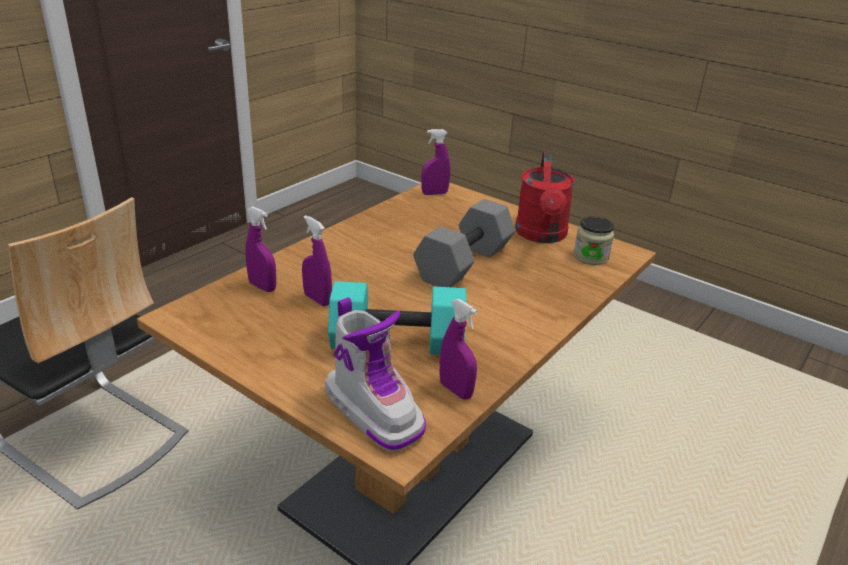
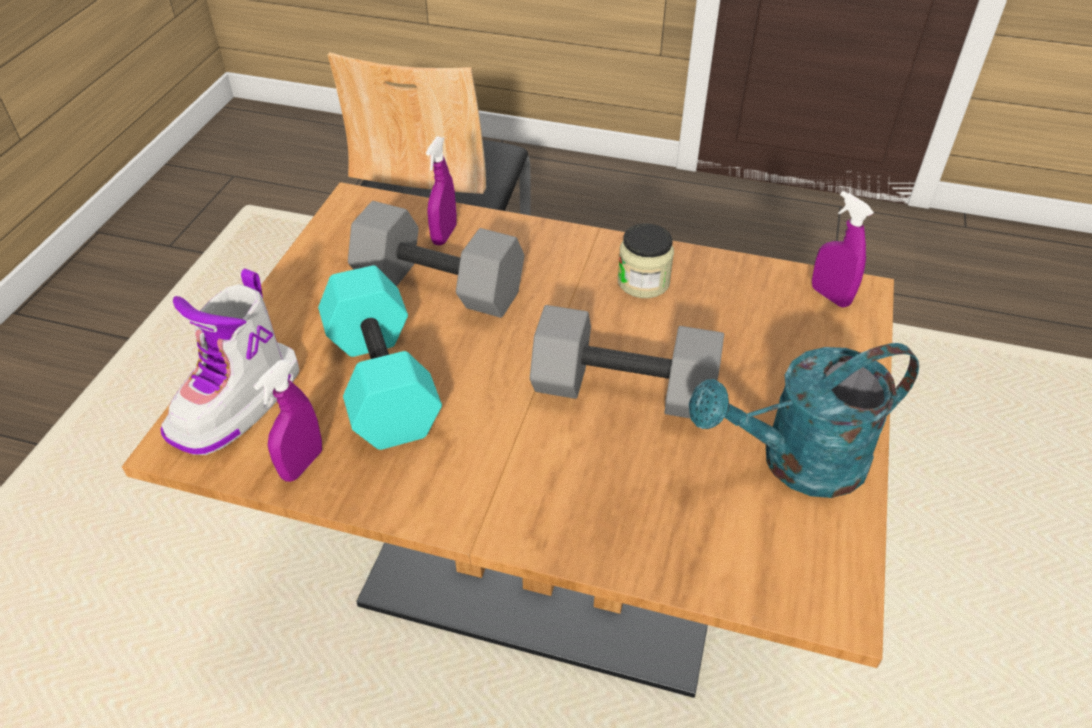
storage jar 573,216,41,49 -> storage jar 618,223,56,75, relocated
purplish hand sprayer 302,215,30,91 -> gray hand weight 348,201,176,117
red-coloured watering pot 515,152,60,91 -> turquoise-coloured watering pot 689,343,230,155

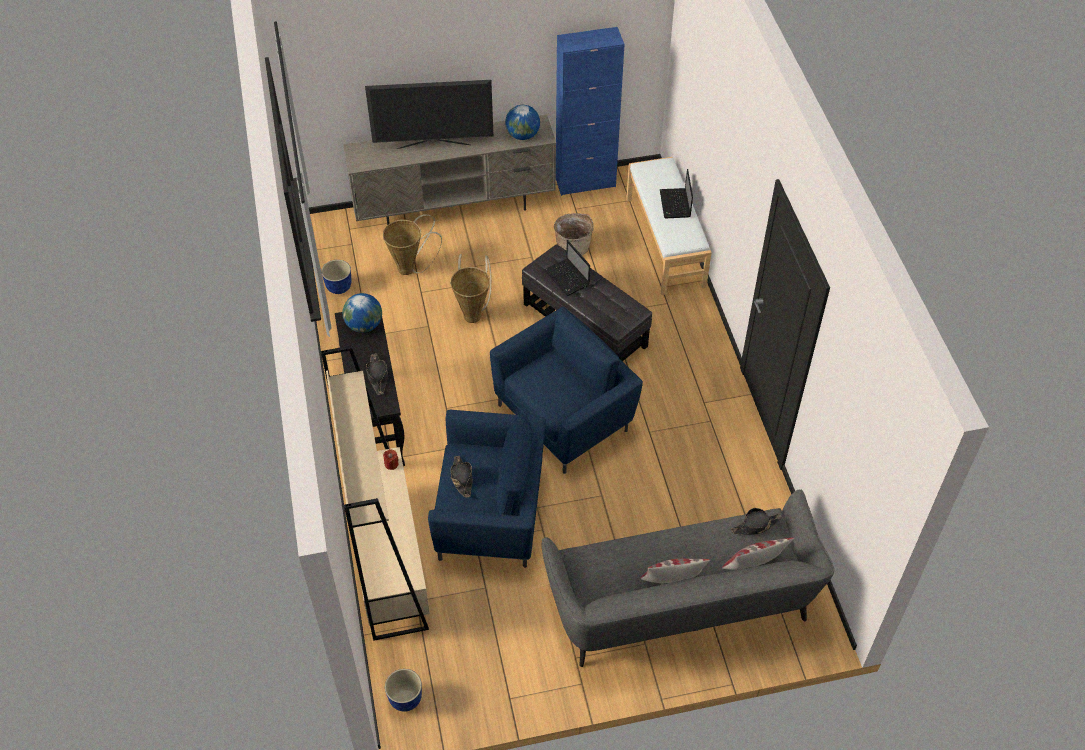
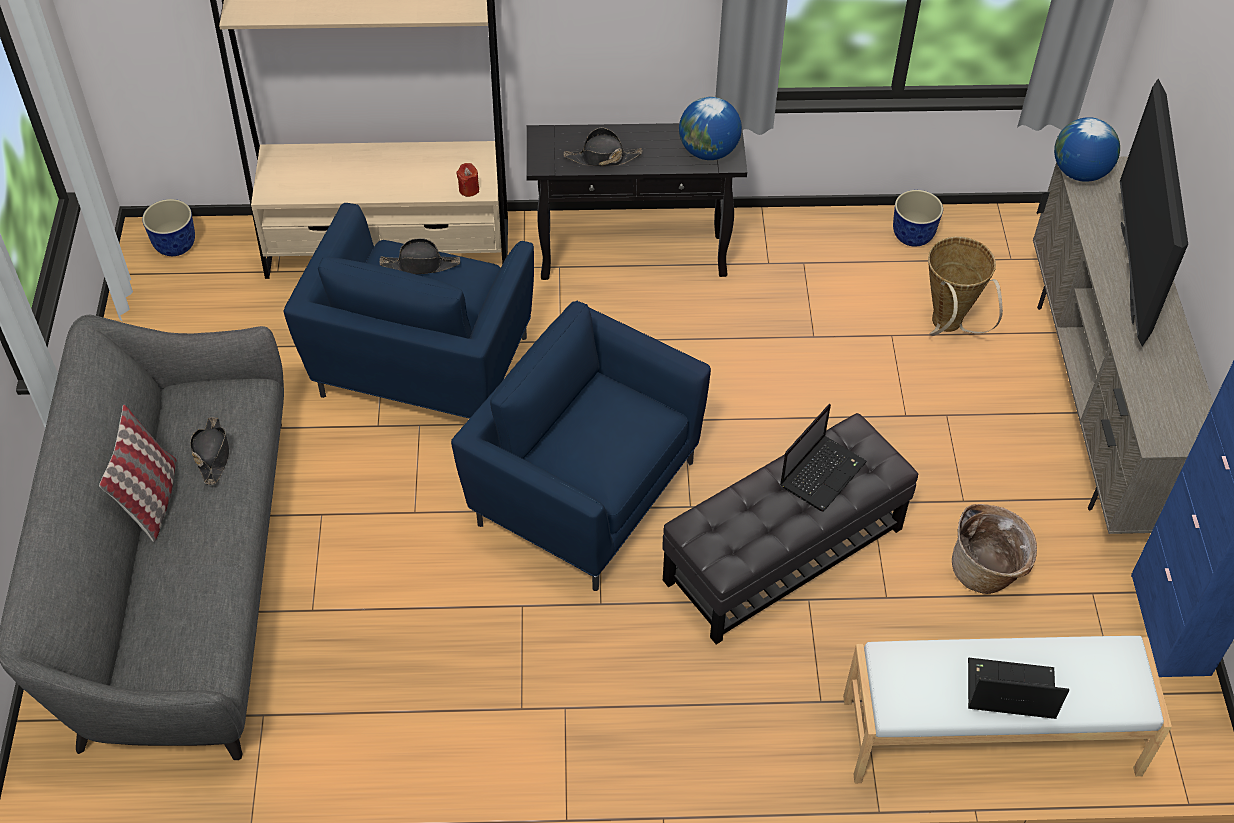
storage basket 450,254,42,69 -> none
pillow 722,538,72,32 -> none
globe 505,105,35,35 -> globe 1054,117,66,65, relocated
blackish hat 731,508,51,27 -> blackish hat 190,417,39,68, relocated
blue lounge chair 490,307,153,167 -> blue lounge chair 451,301,260,290, 150 degrees clockwise
laptop 544,240,46,56 -> laptop 780,404,87,108, 150 degrees clockwise

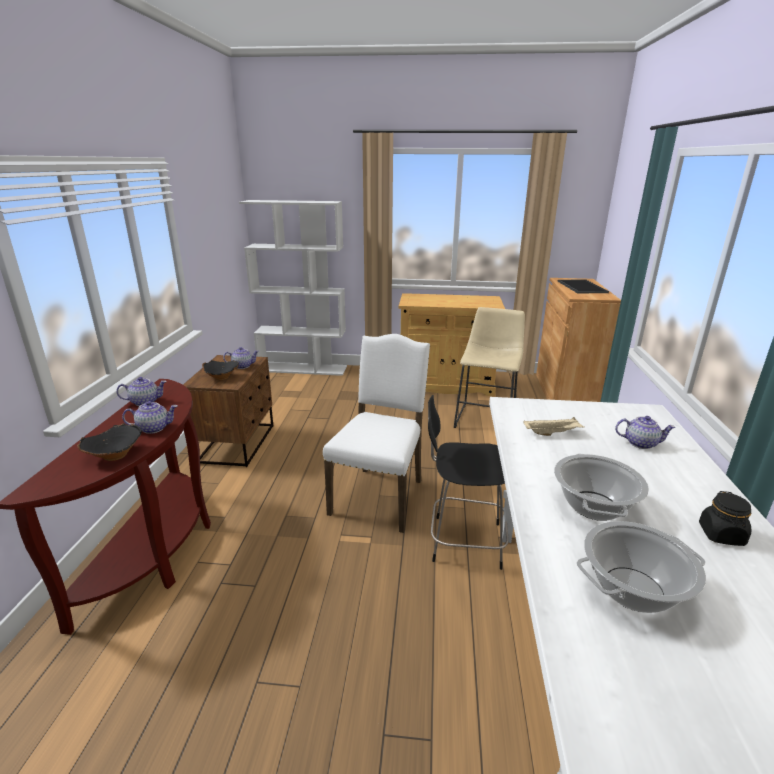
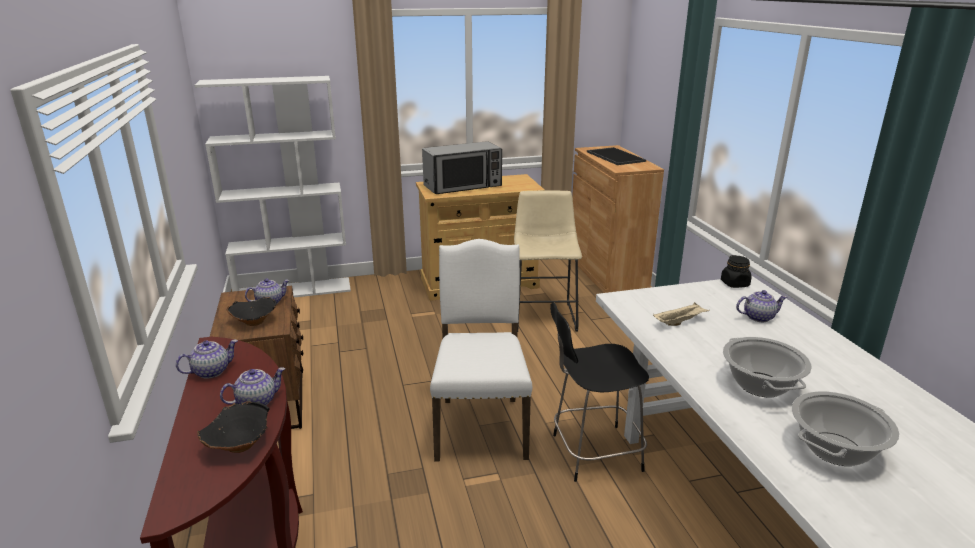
none -> microwave oven 422,141,80,53
blackish storage jar 699,491,52,55 -> blackish storage jar 721,255,31,33, relocated

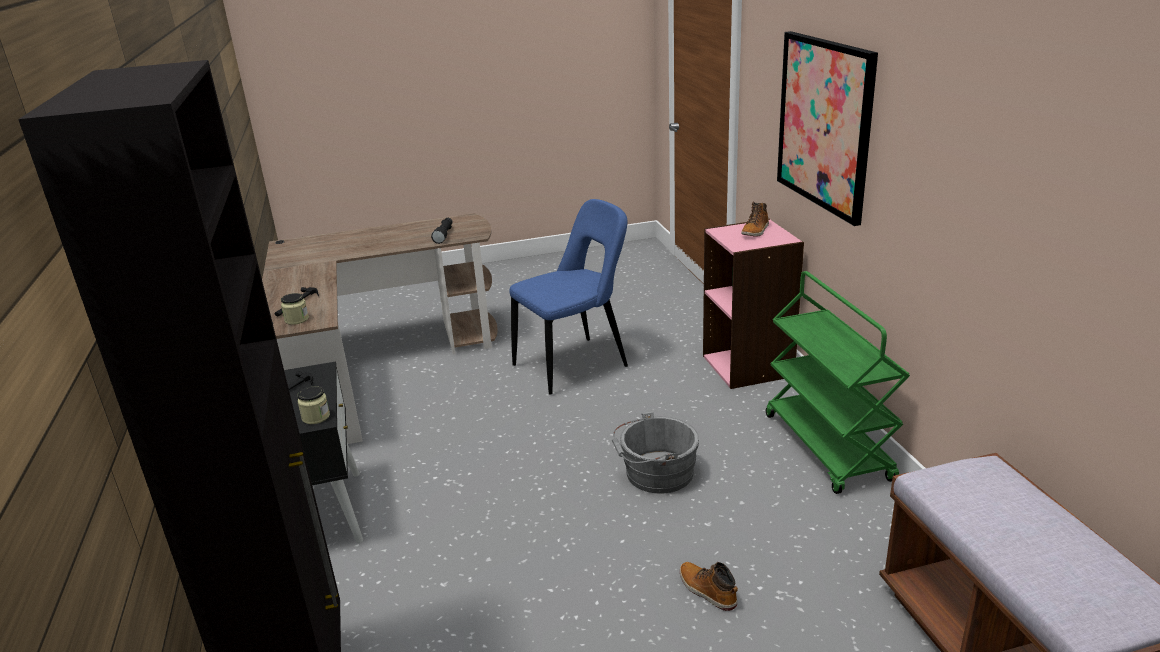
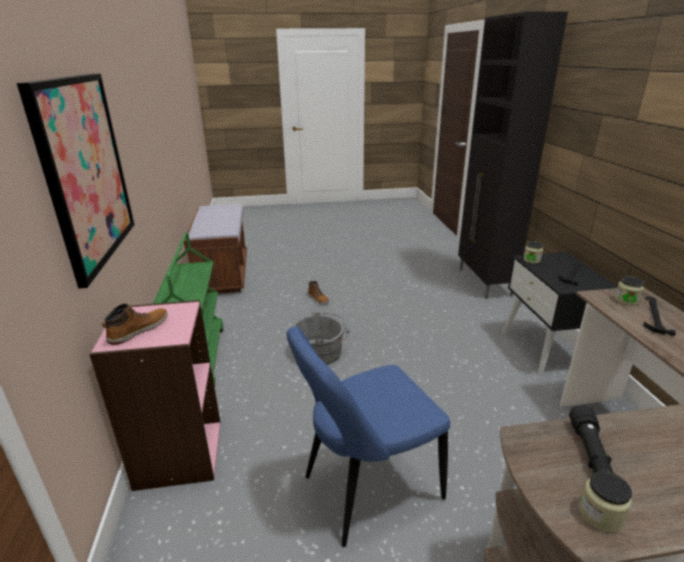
none -> storage jar 579,471,53,62

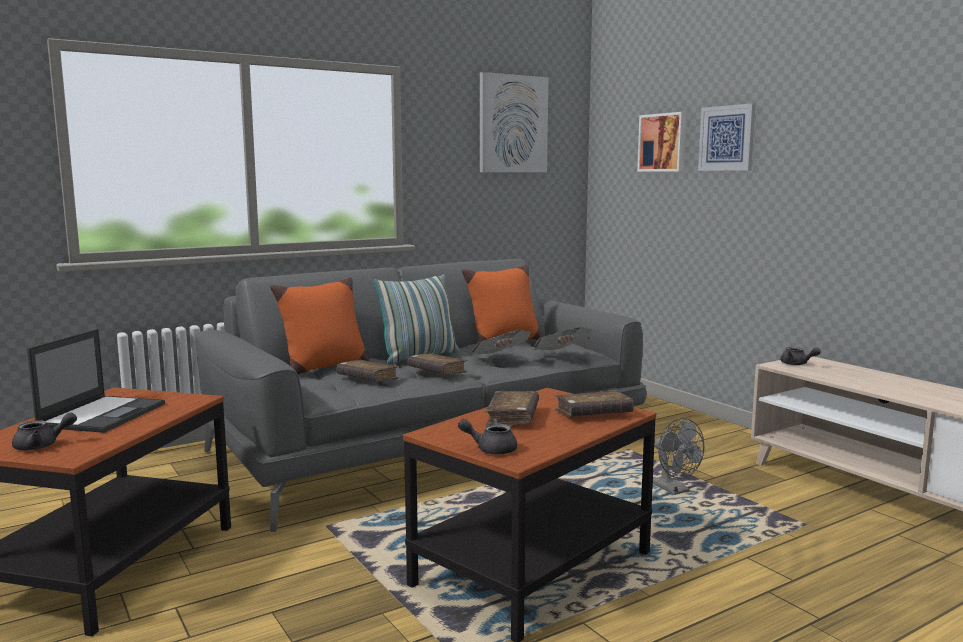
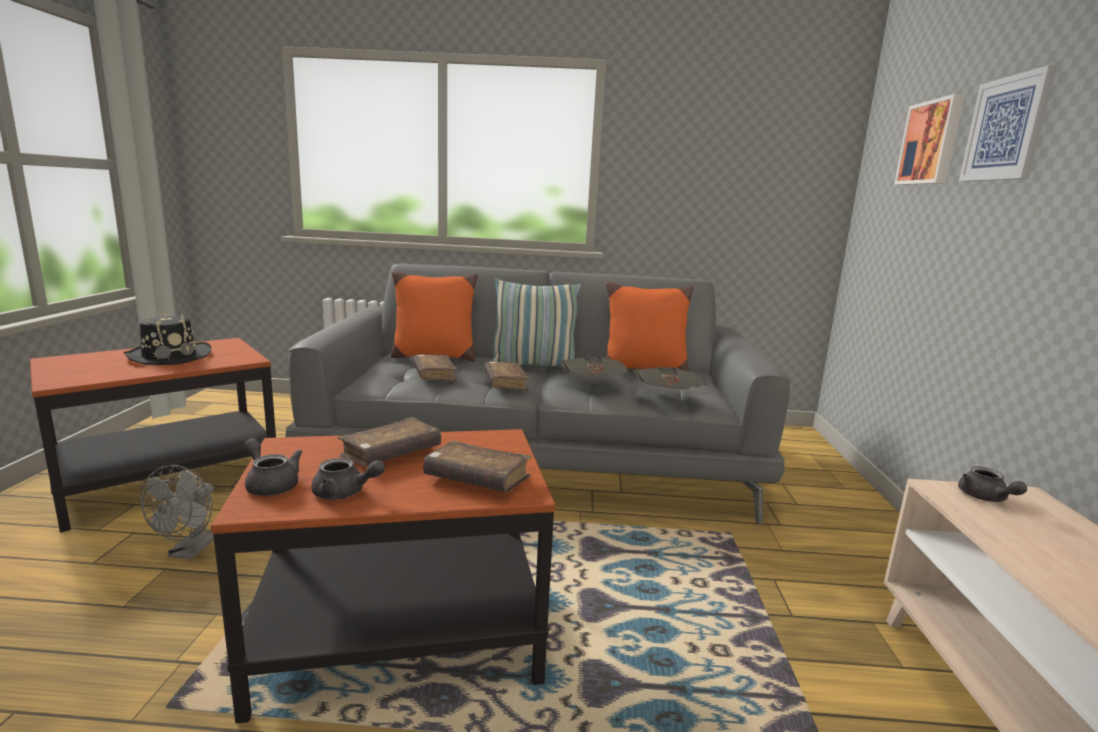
wall picture 480,72,68,100 -> none
gray pot for tea 12,412,65,39 -> gray pot for tea 311,458,74,42, relocated
gray electric fan 653,418,51,77 -> gray electric fan 140,465,74,95, relocated
laptop 27,329,138,104 -> blackish hat 124,312,88,53

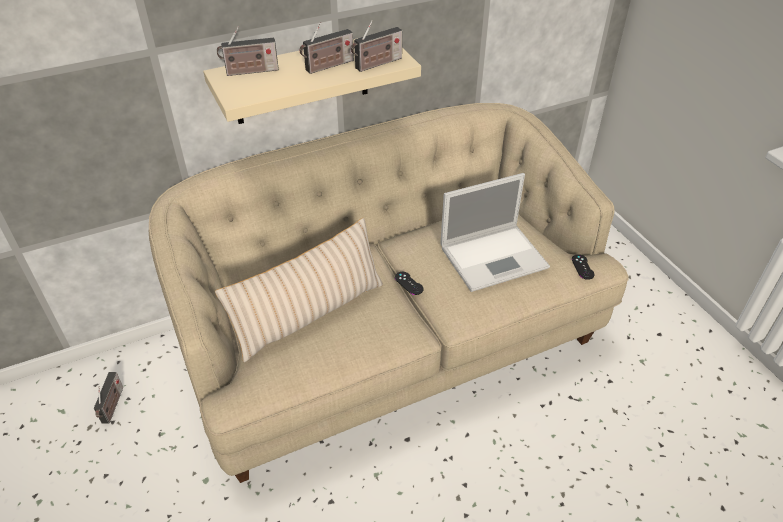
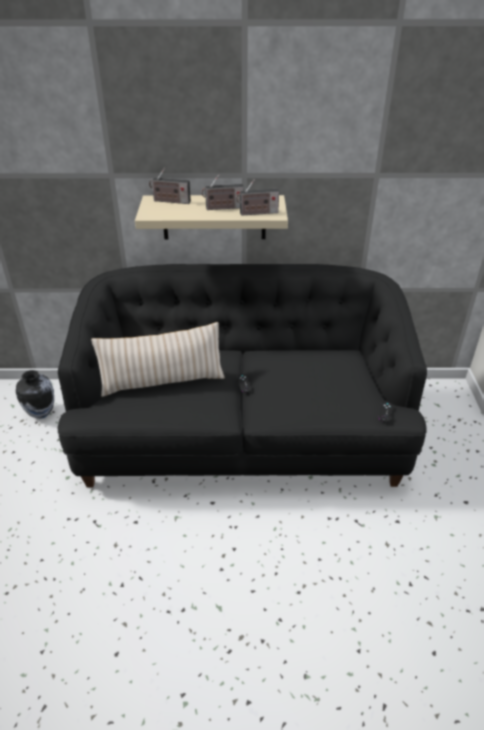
laptop 440,173,110,119 -> none
radio receiver 94,372,29,52 -> decorative vase 16,370,38,49
beige-coloured couch 149,103,480,380 -> blackish couch 58,264,369,223

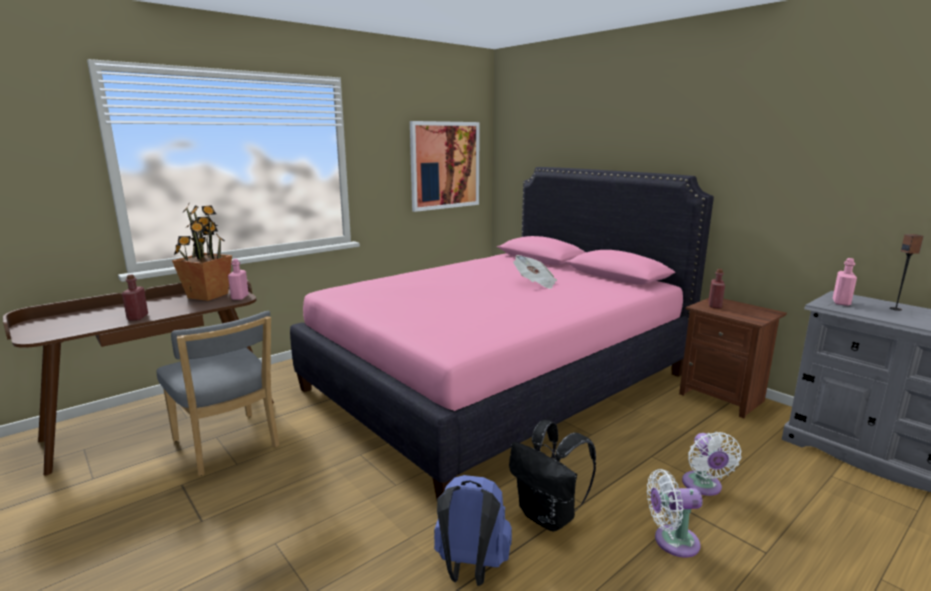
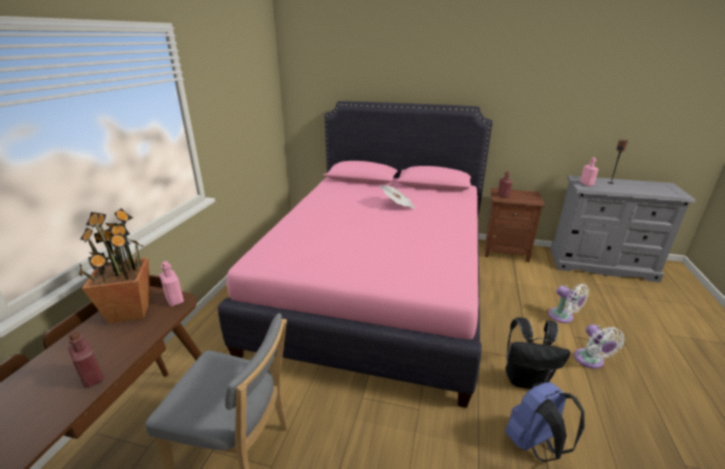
wall picture 410,121,70,91 -> none
white-coloured electric fan 647,469,55,89 -> white-coloured electric fan 574,324,51,45, 60 degrees counterclockwise

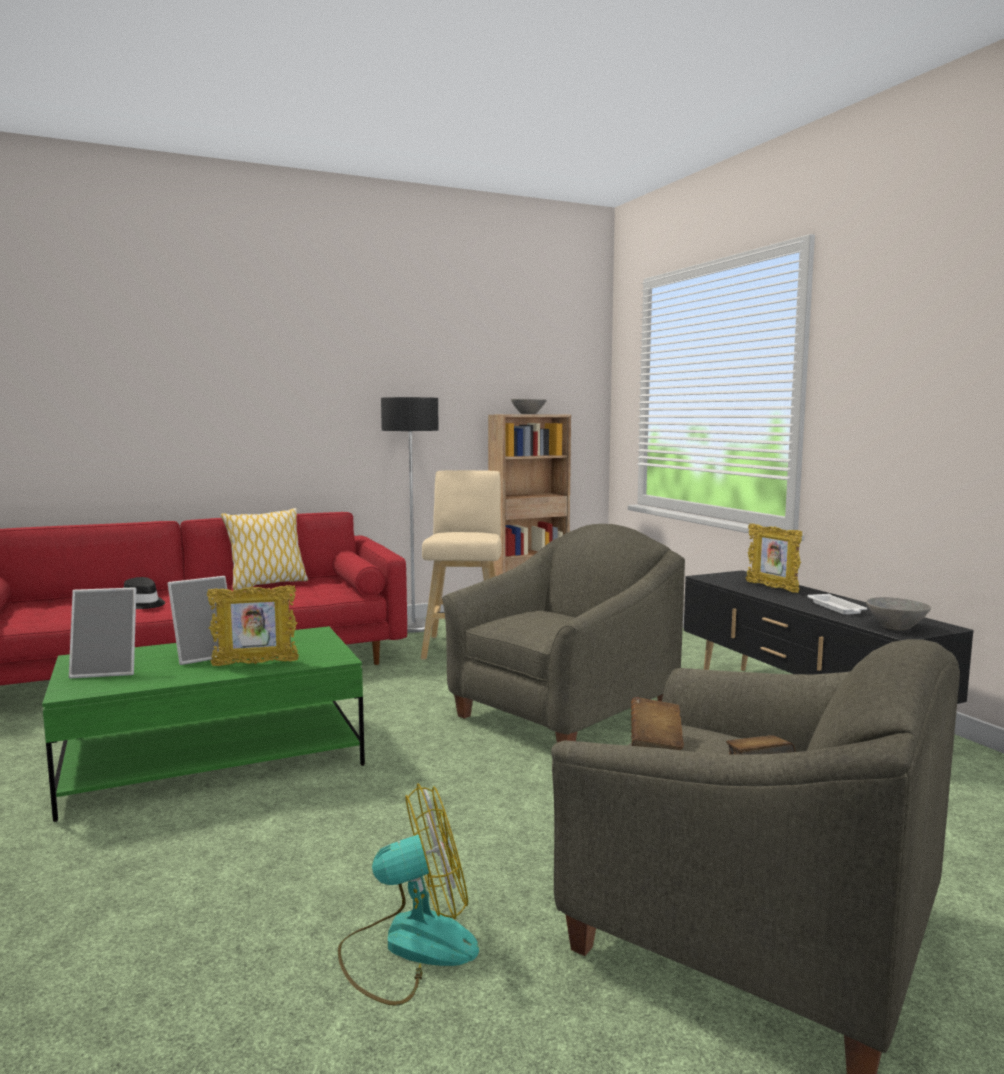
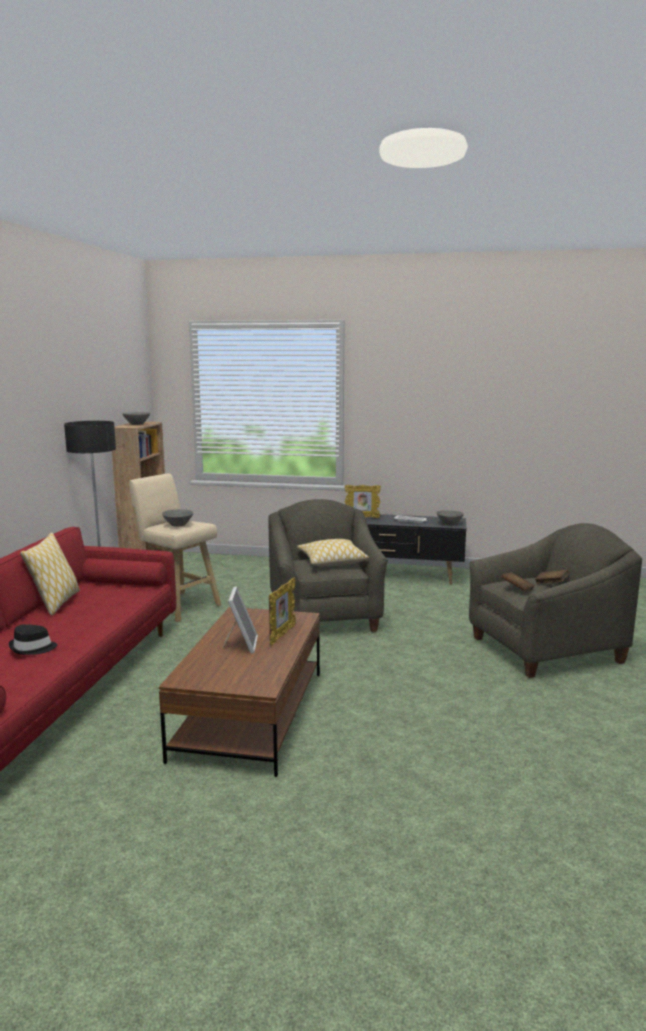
standing frame 69,587,67,91 -> none
electric fan 338,783,141,223 -> none
none -> gray deep dish 162,509,31,18
none -> pillow 297,539,72,28
green-coloured lounge table 42,626,323,196 -> brownish lounge table 159,607,161,170

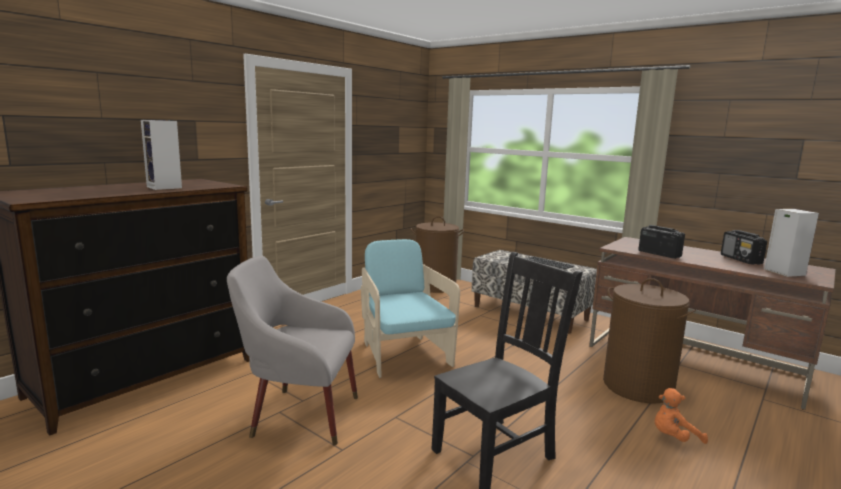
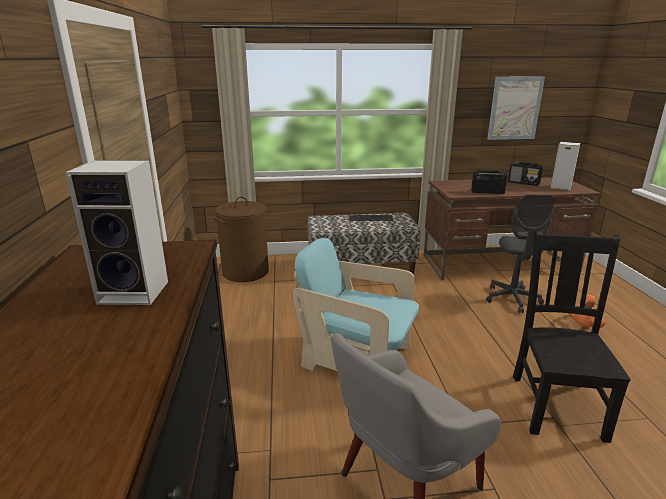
none -> wall picture 488,76,57,64
brownish laundry basket 603,278,93,125 -> gray computer chair 486,194,69,119

